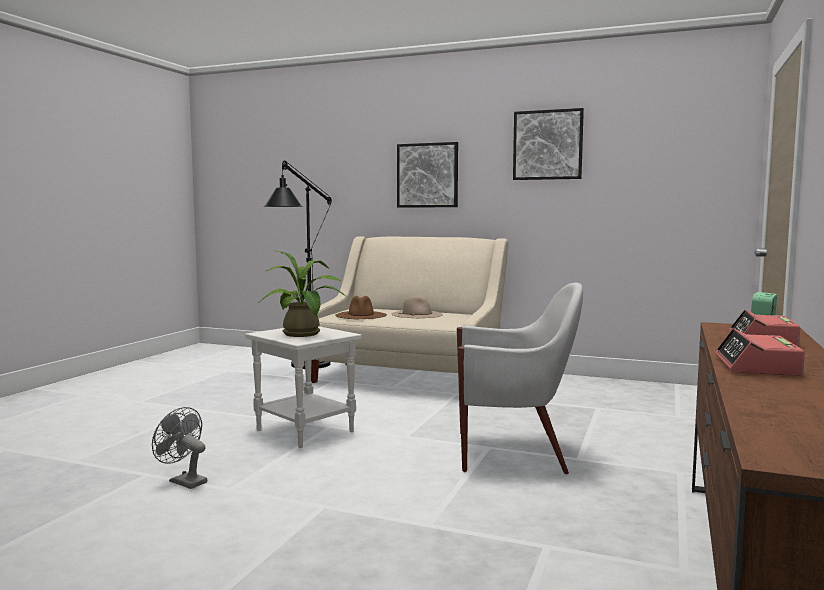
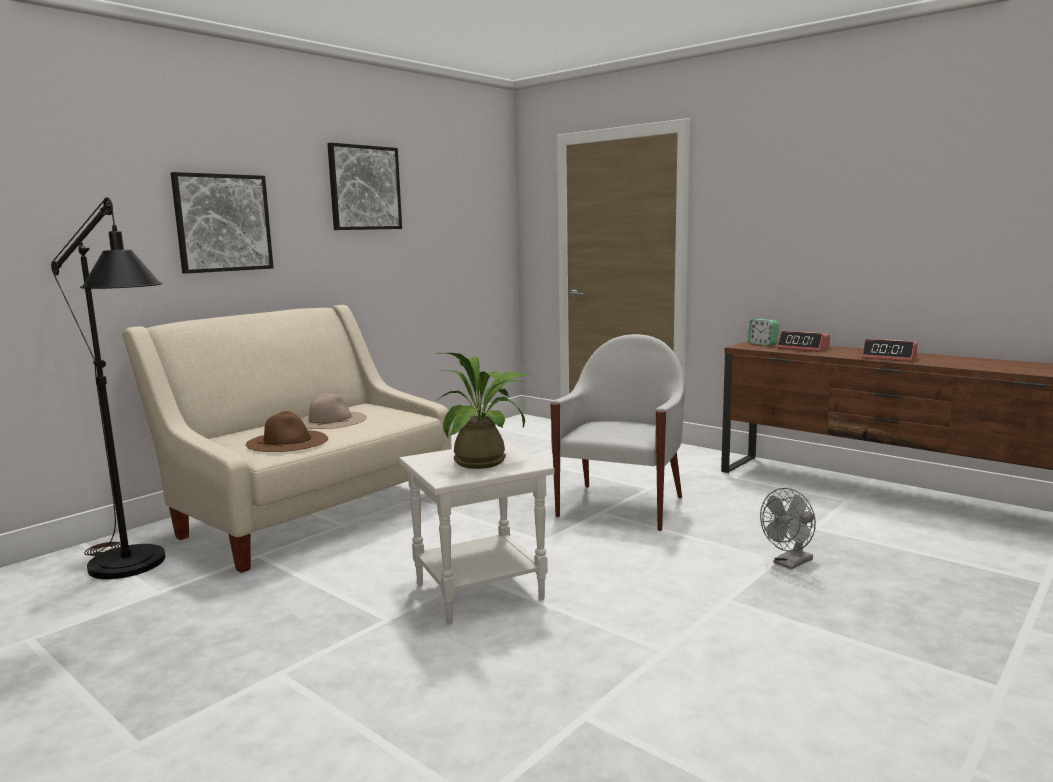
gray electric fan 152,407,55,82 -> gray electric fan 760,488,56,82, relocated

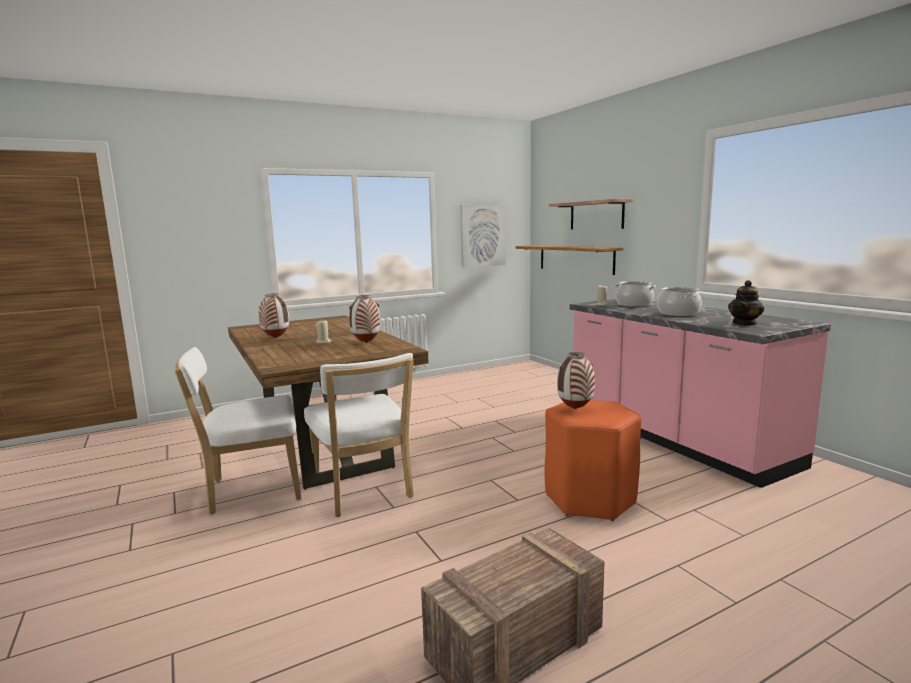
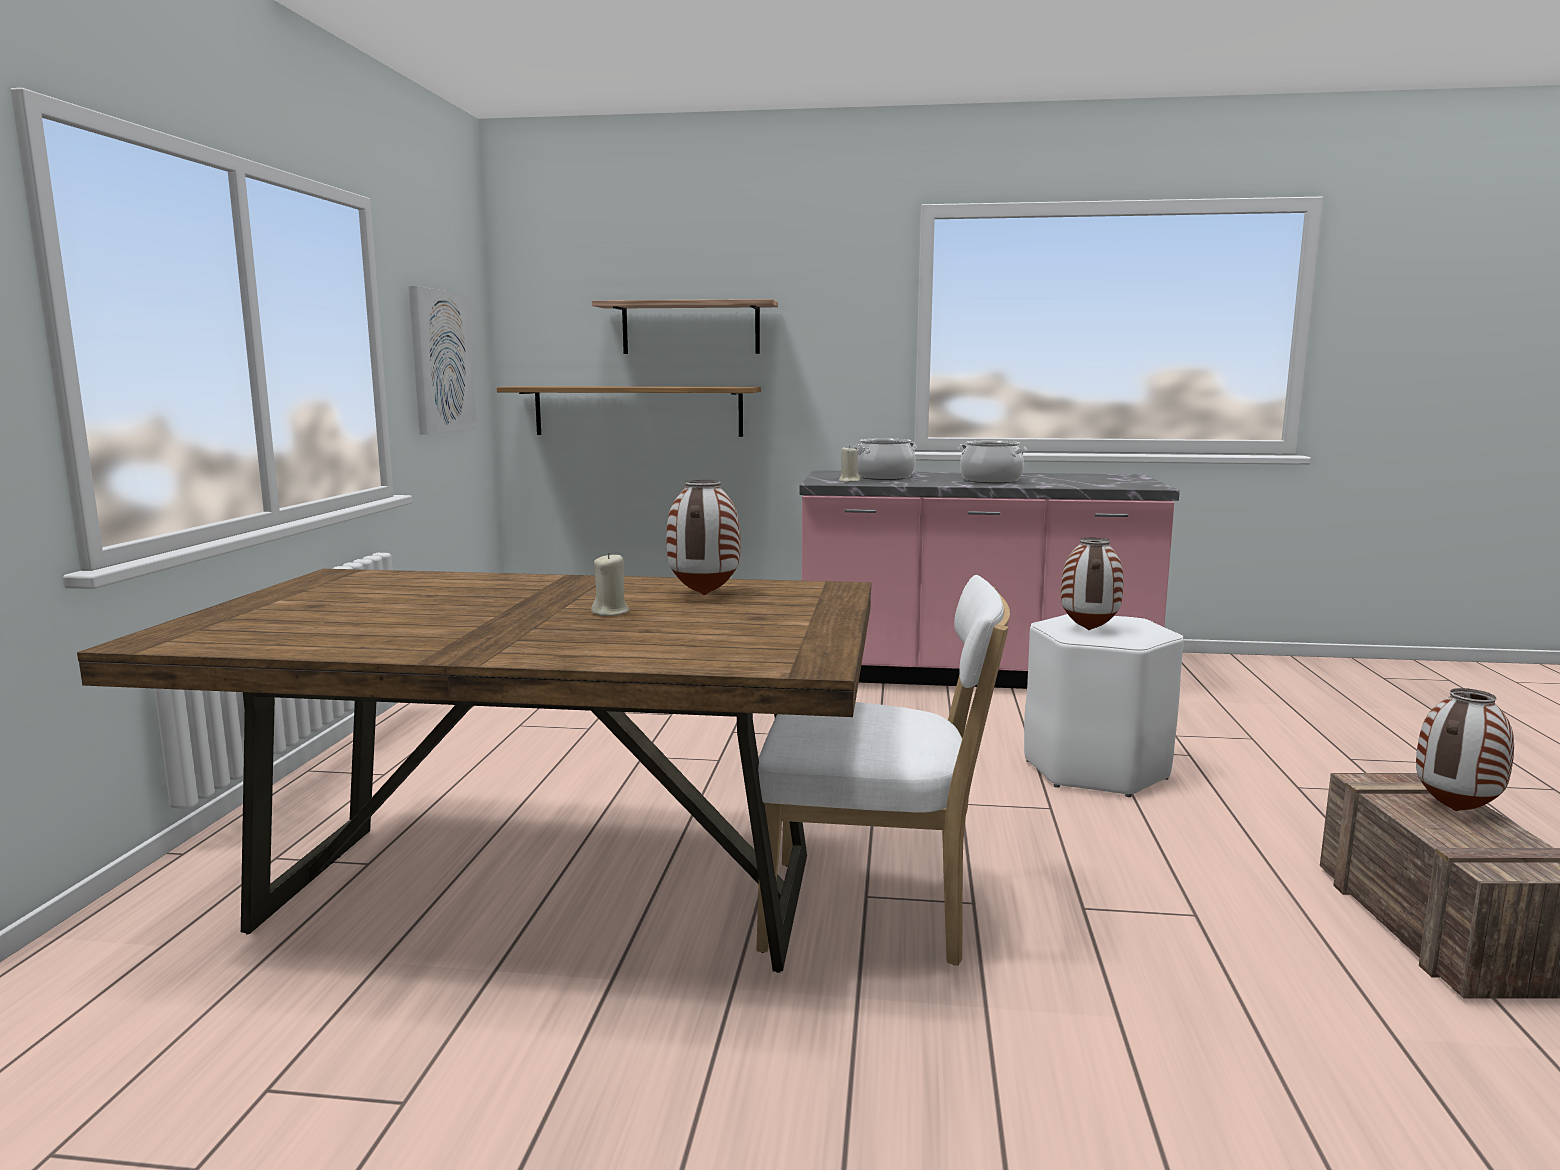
white-coloured chair 174,347,127,167 -> none
pot for tea 728,280,36,46 -> none
decorative vase 259,293,30,45 -> decorative vase 1416,688,98,123, relocated
orange stool seat 545,400,97,121 -> white-coloured stool seat 1024,614,160,183

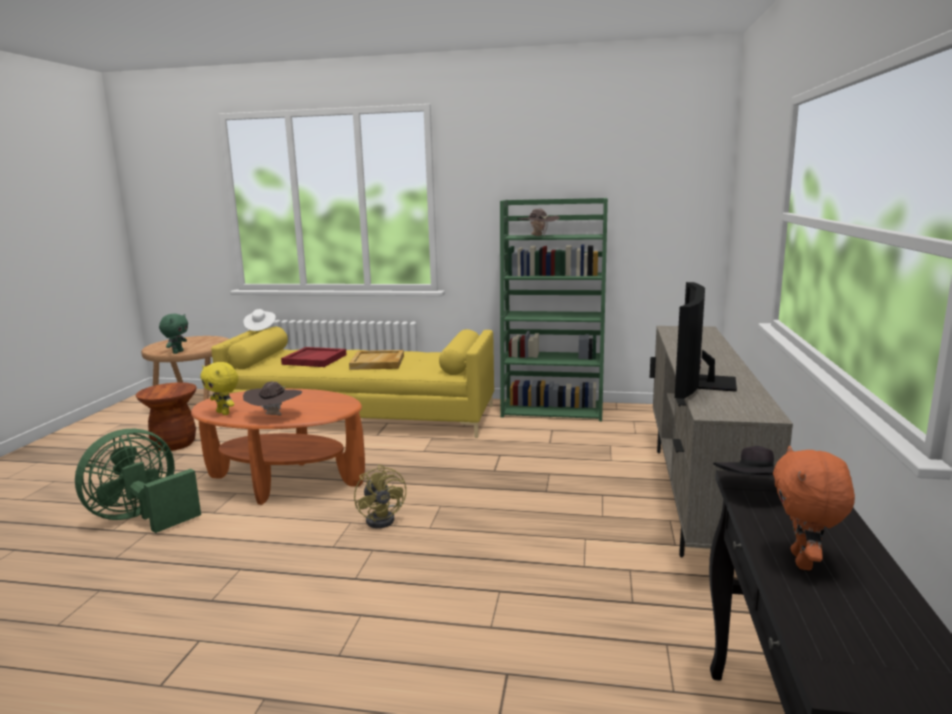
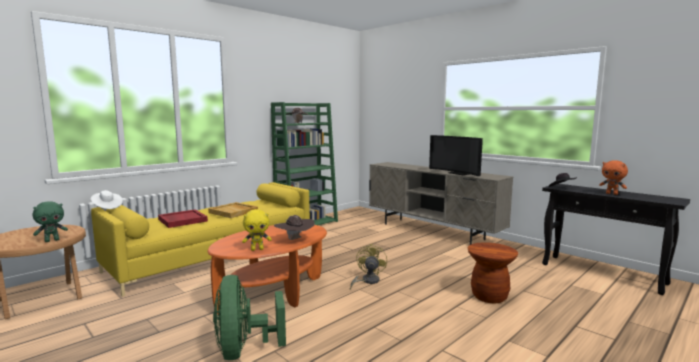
brownish stool seat 136,382,61,69 -> brownish stool seat 468,242,50,61, relocated
green-coloured soft toy 159,314,29,40 -> green-coloured soft toy 32,201,36,41, 90 degrees clockwise
yellow-coloured electric fan 354,465,52,63 -> yellow-coloured electric fan 350,244,37,46, 90 degrees counterclockwise

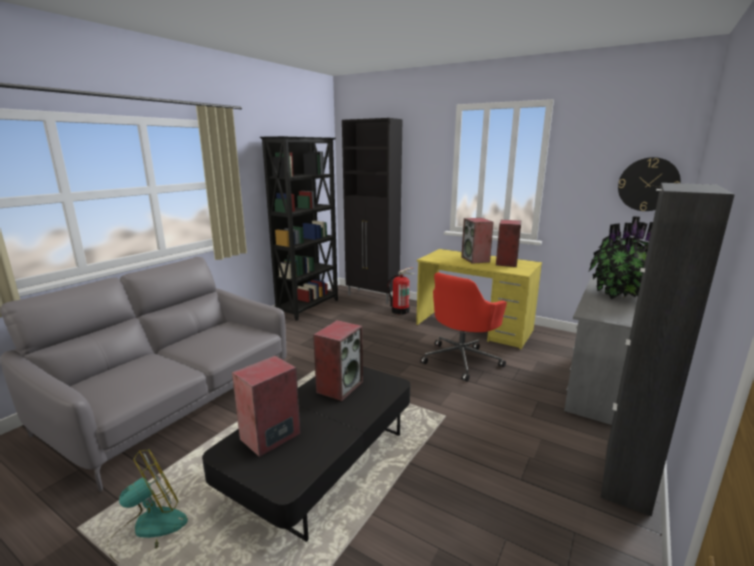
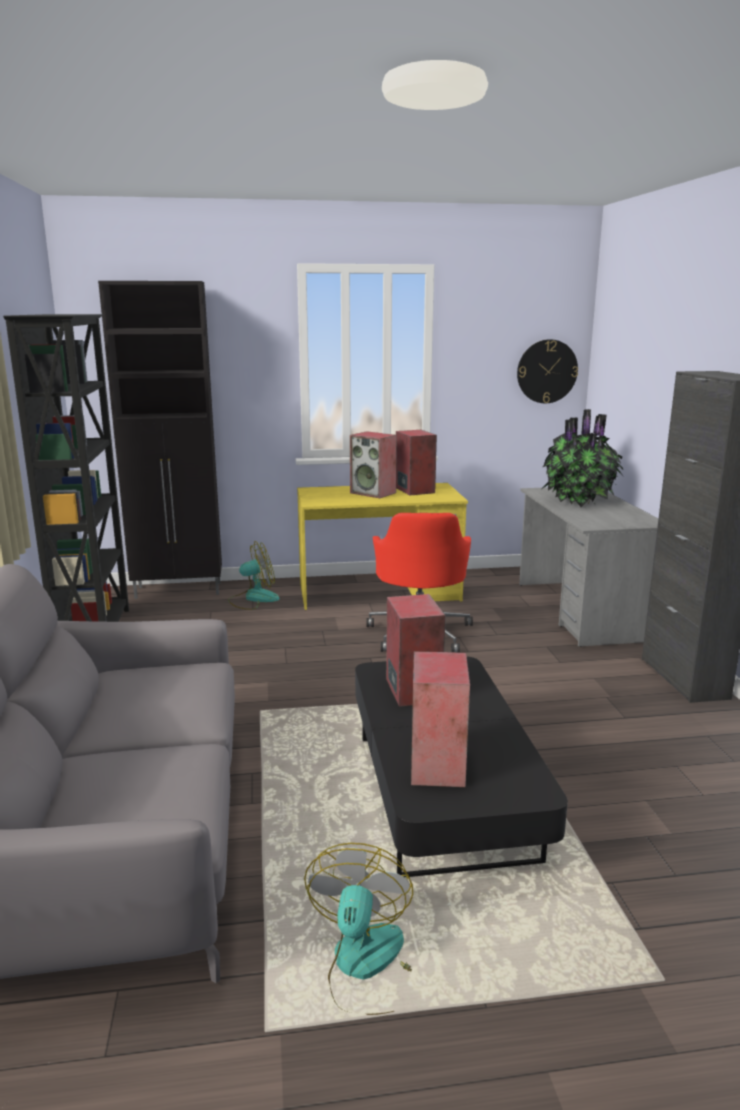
fire extinguisher 388,268,27,47 -> electric fan 228,541,51,69

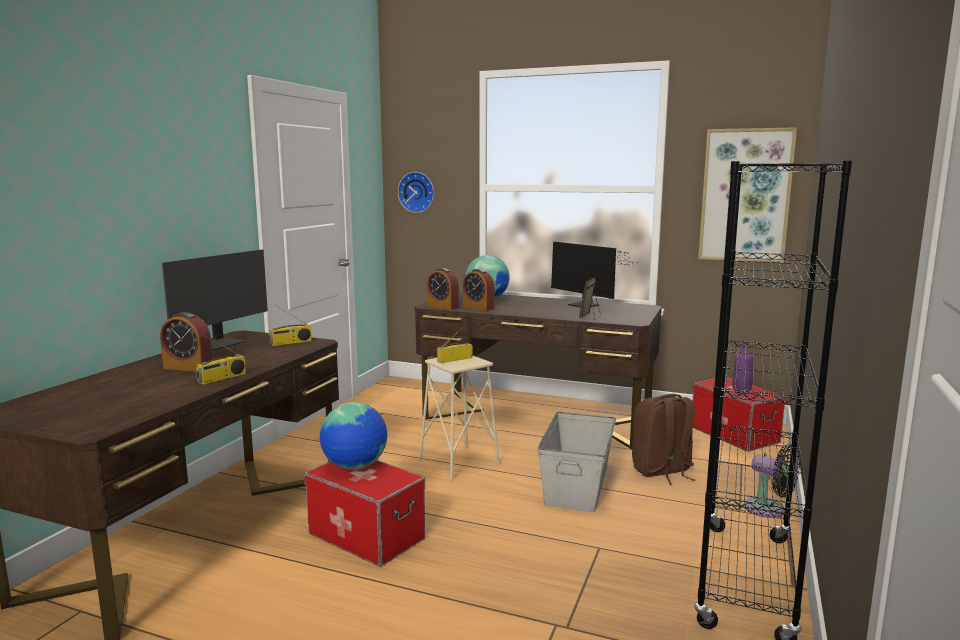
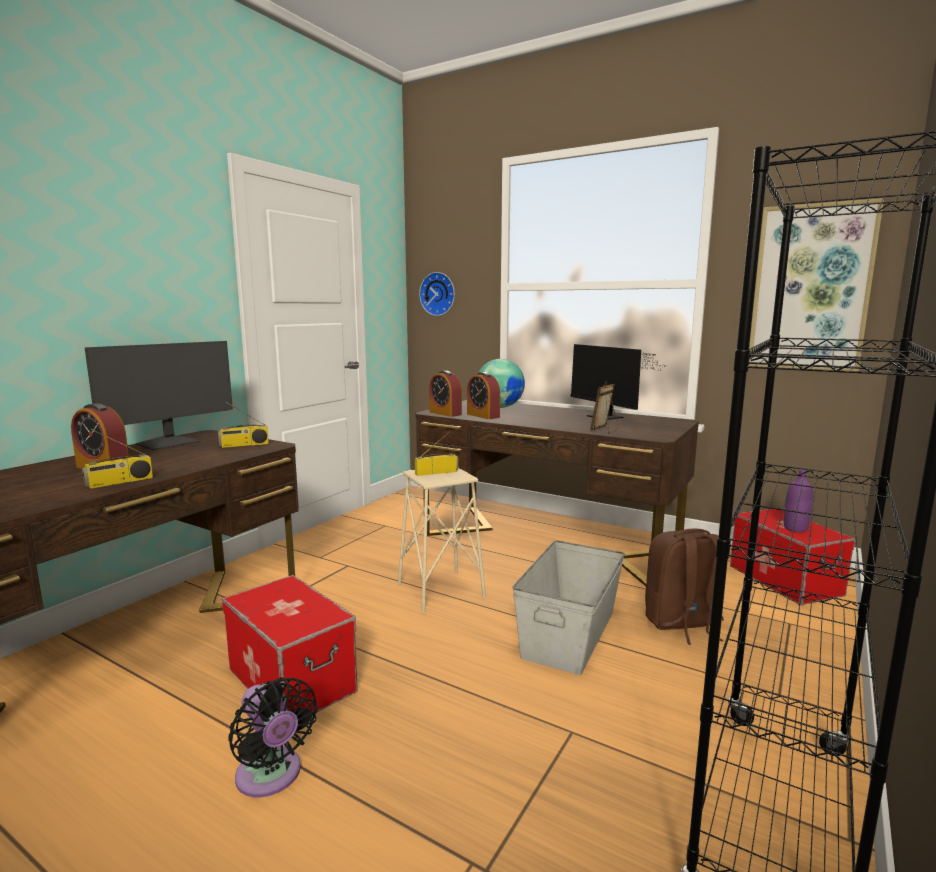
globe 320,402,67,68 -> none
blackish electric fan 745,444,55,74 -> blackish electric fan 228,677,90,120, relocated

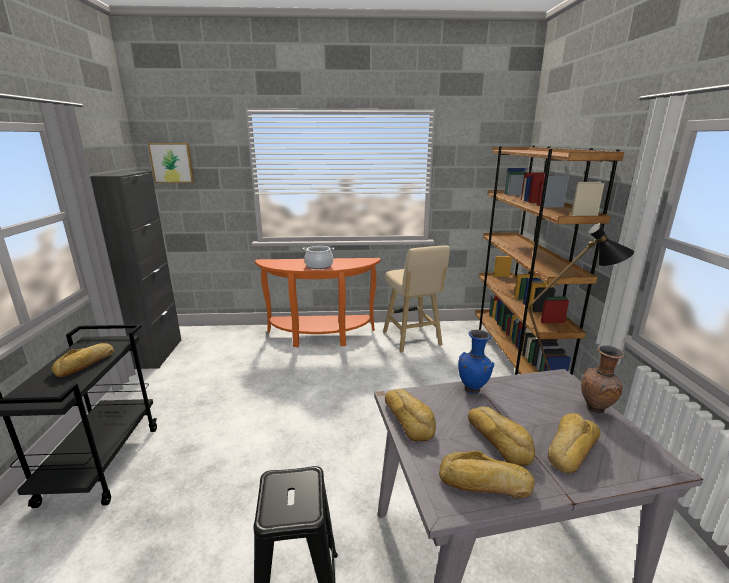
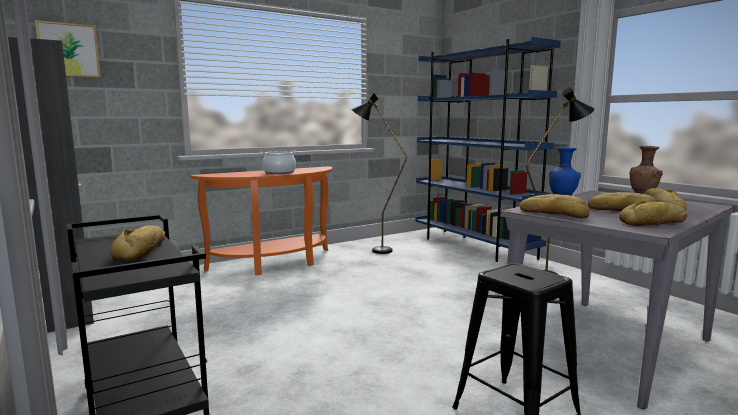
beige-coloured stool seat 383,245,67,107 -> blackish standing lamp 351,92,56,162
brownish bookshelf 475,146,149,229 -> blue bookshelf 415,37,146,225

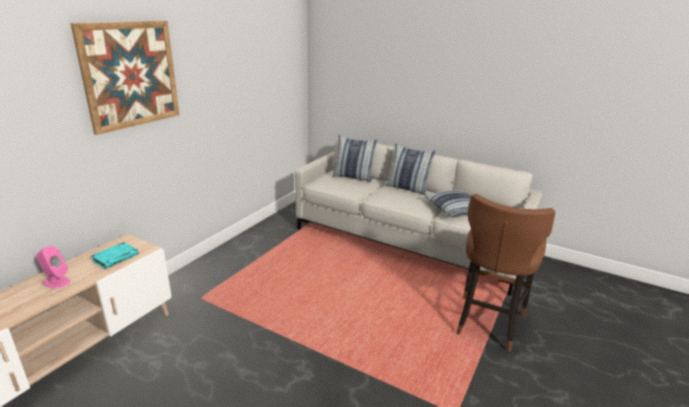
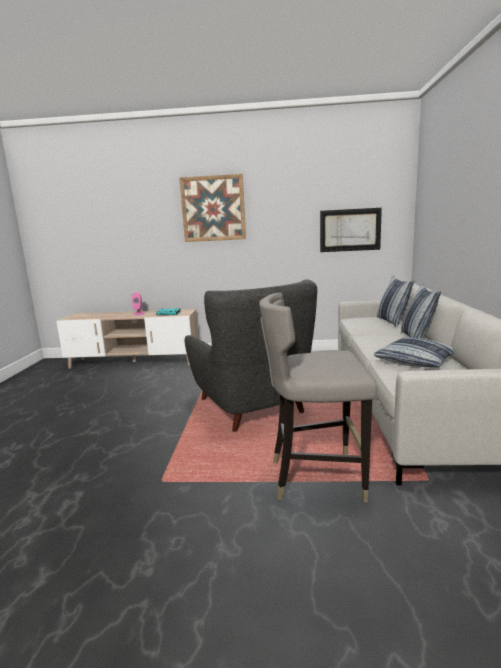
none -> gray lounge chair 185,279,132,153
none -> wall picture 320,208,62,44
brownish stool seat 456,194,99,157 -> gray stool seat 259,293,118,210

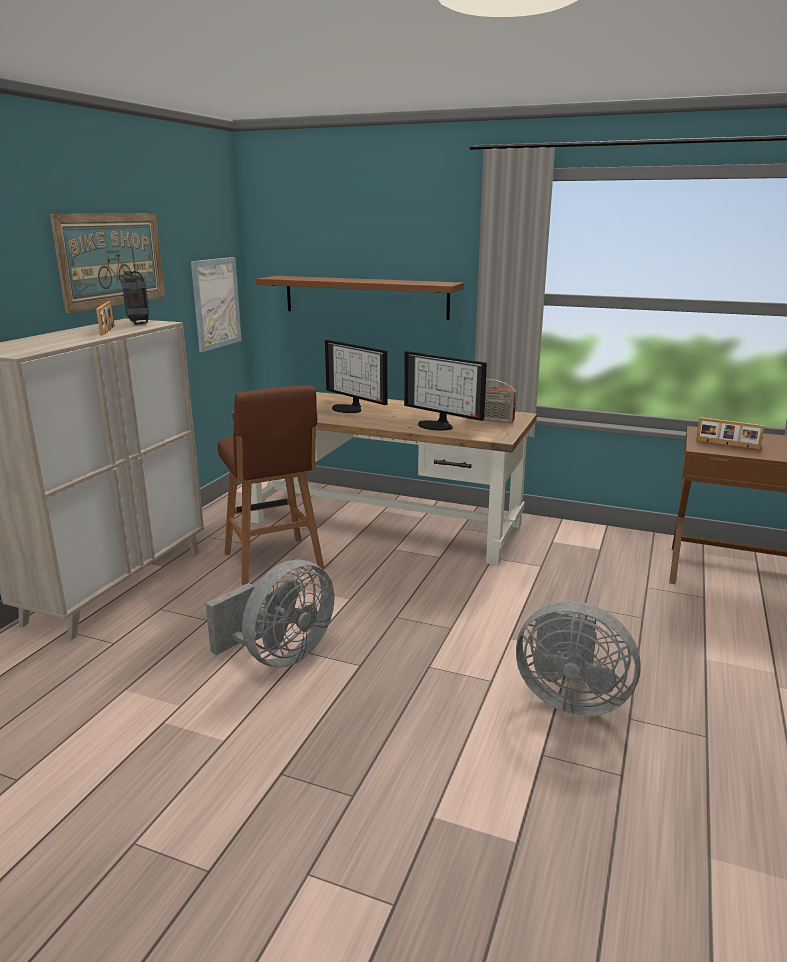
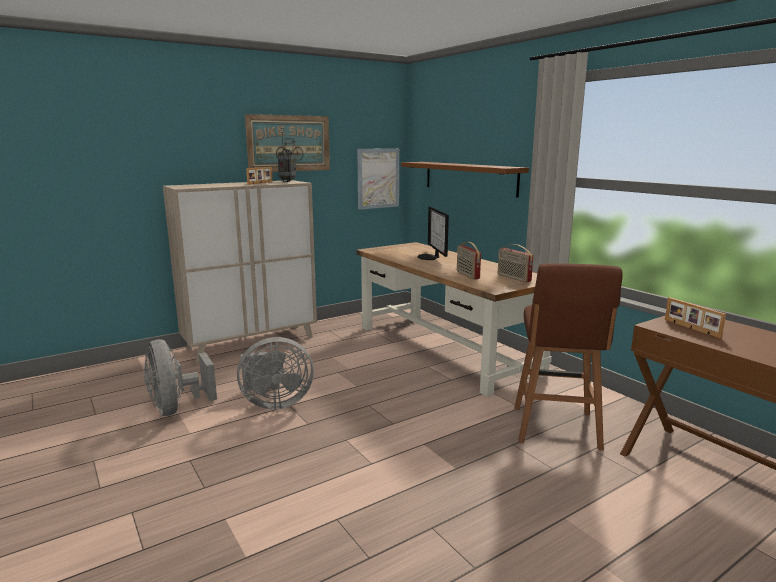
brownish stool seat 218,385,106,200 -> brownish stool seat 514,263,109,187, relocated
gray electric fan 516,601,125,115 -> gray electric fan 144,339,73,77, relocated
computer screen 404,351,83,80 -> radio receiver 457,242,24,37

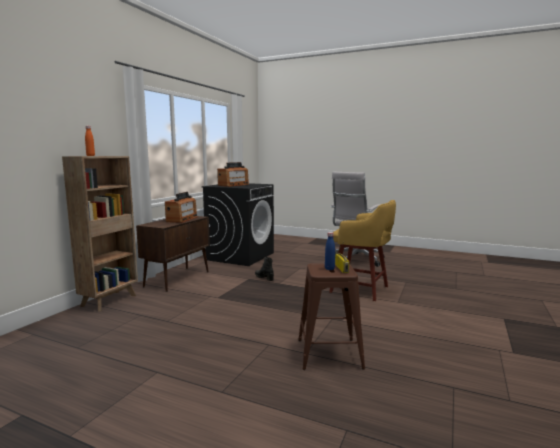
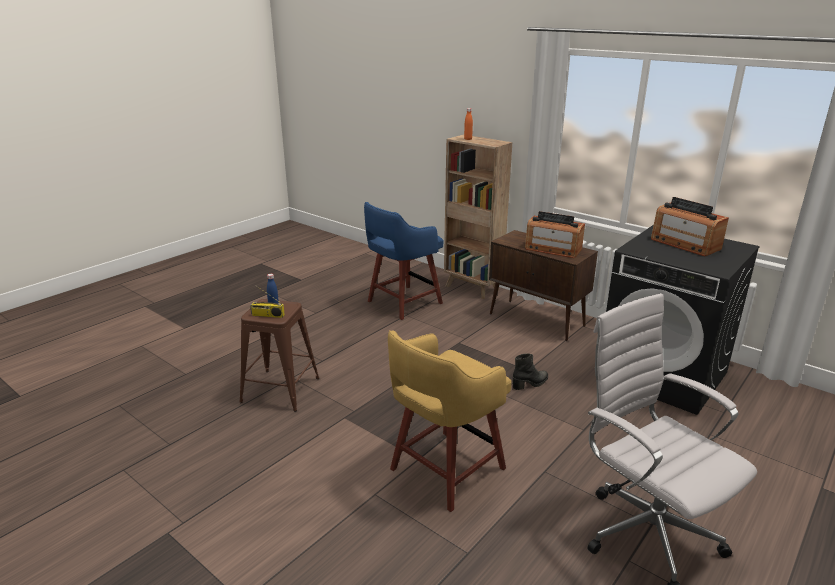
none -> blue stool seat 364,202,79,118

